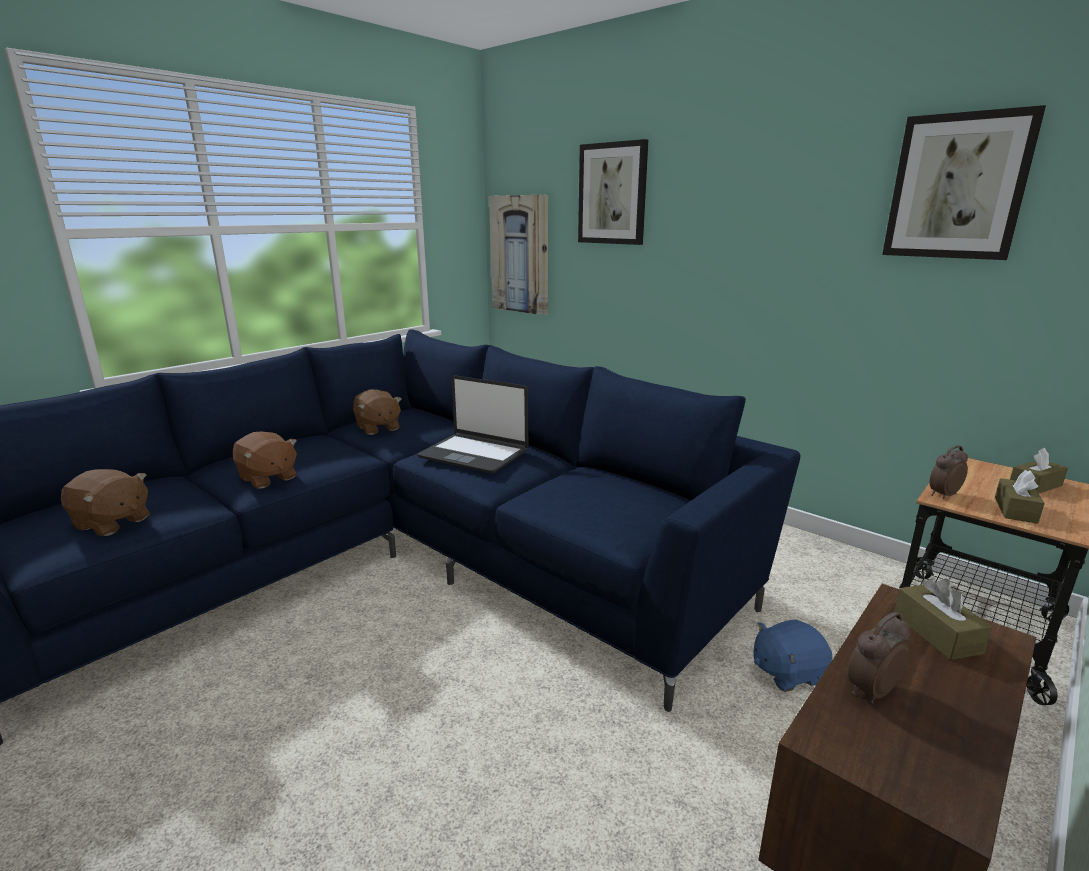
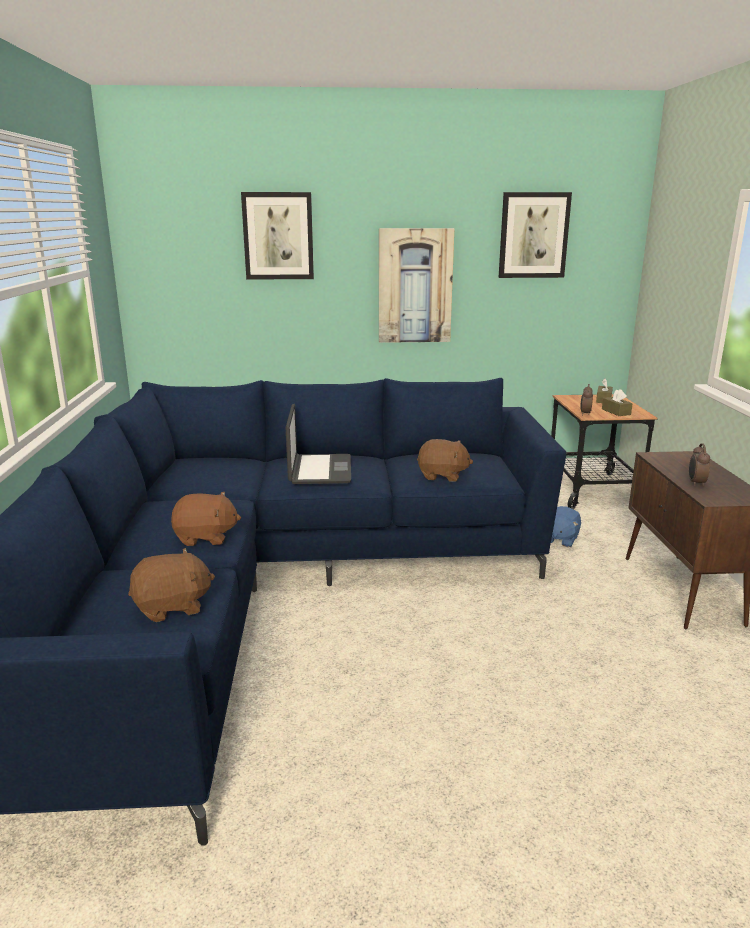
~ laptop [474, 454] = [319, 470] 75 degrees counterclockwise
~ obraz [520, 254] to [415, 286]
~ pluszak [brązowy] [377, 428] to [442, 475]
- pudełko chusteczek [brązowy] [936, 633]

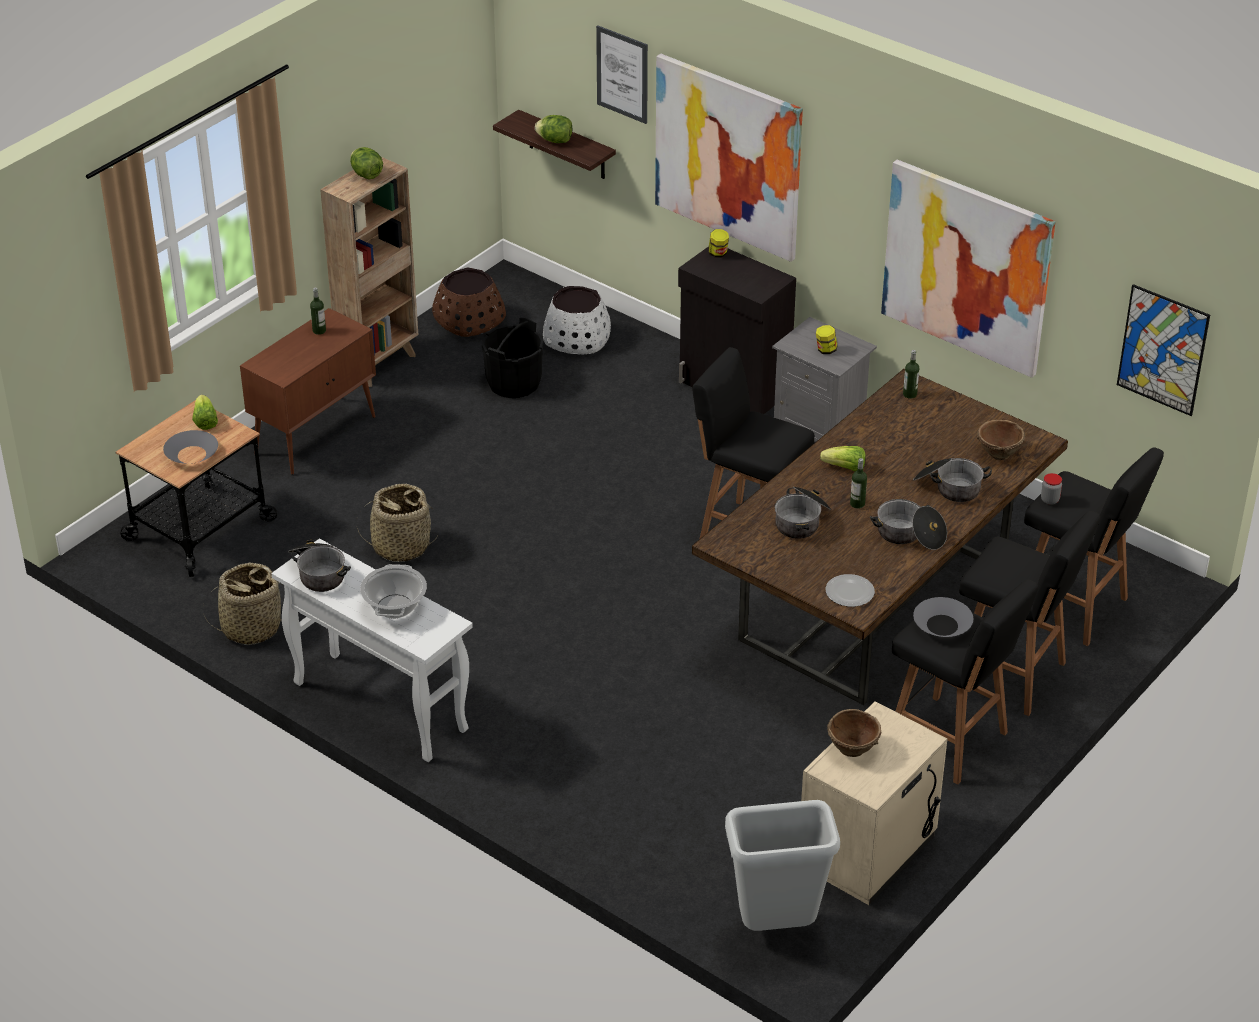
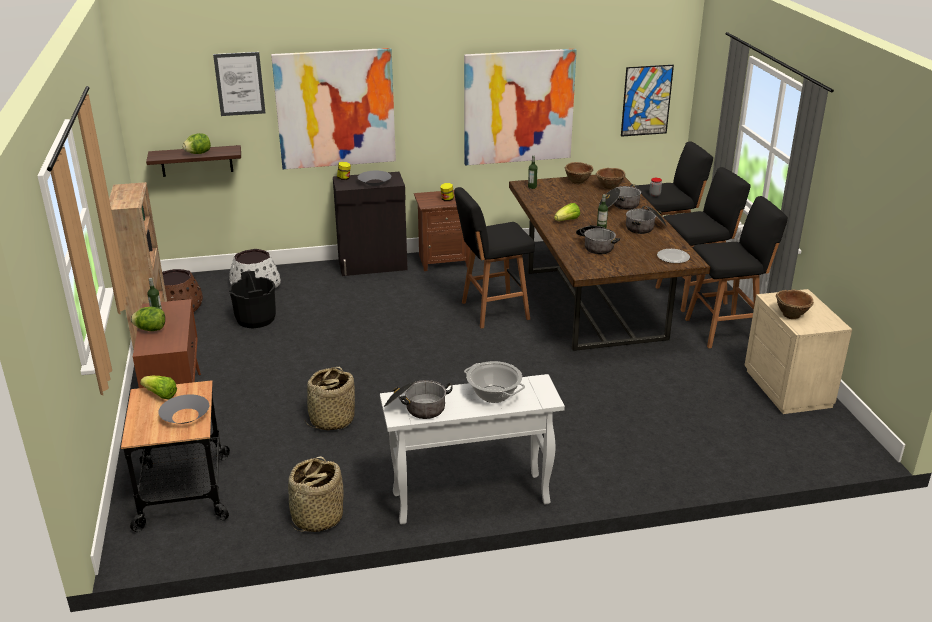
~ sałata [366, 174] to [151, 329]
~ miska [szary] [942, 625] to [374, 182]
~ szafka nocna [szary] [820, 431] to szafka nocna [brązowy] [443, 260]
+ miska [brązowy] [578, 182]
- kosz na śmieci [szary] [776, 929]

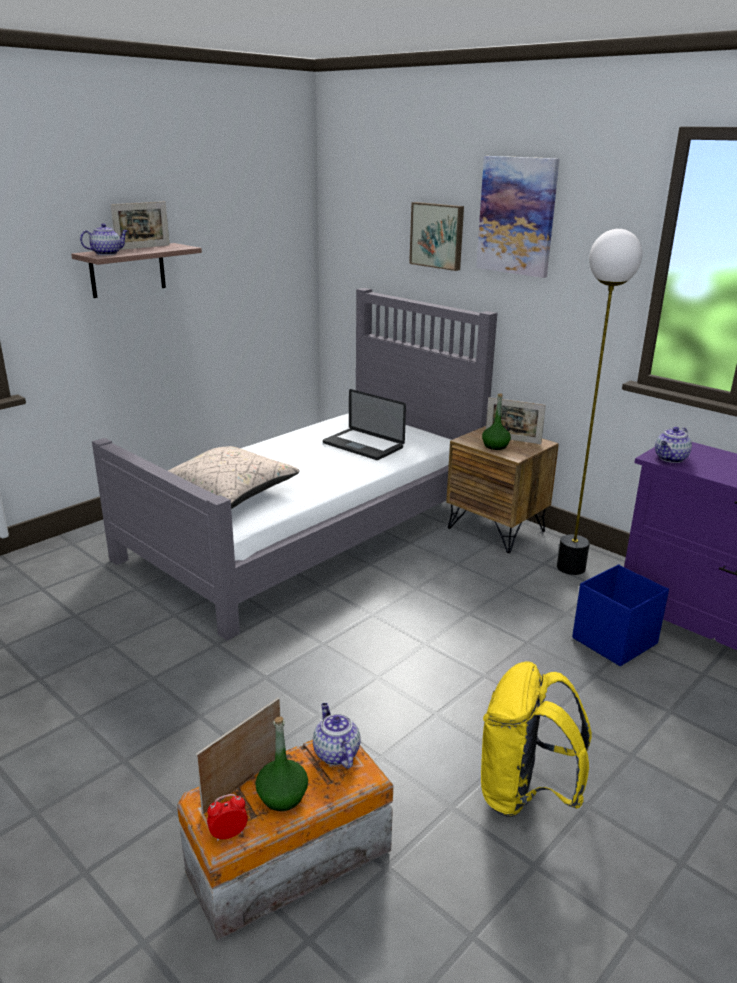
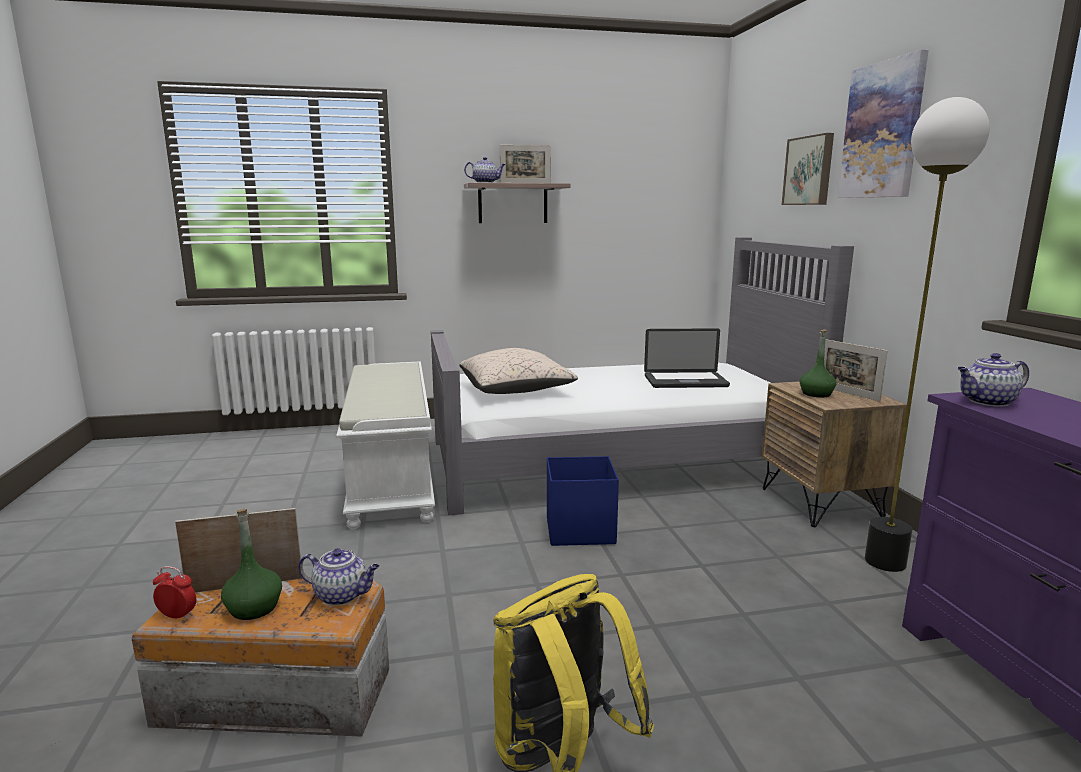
~ imbryk [335, 753] = [342, 595] 90 degrees clockwise
+ ławka [biały] [393, 477]
~ pojemnik do przechowywania [niebieski] [613, 641] to [578, 530]
~ laptop [363, 445] = [685, 382] 75 degrees counterclockwise

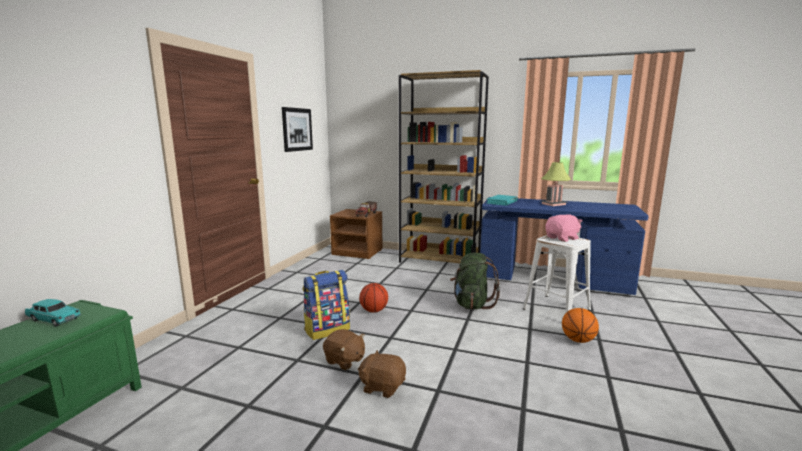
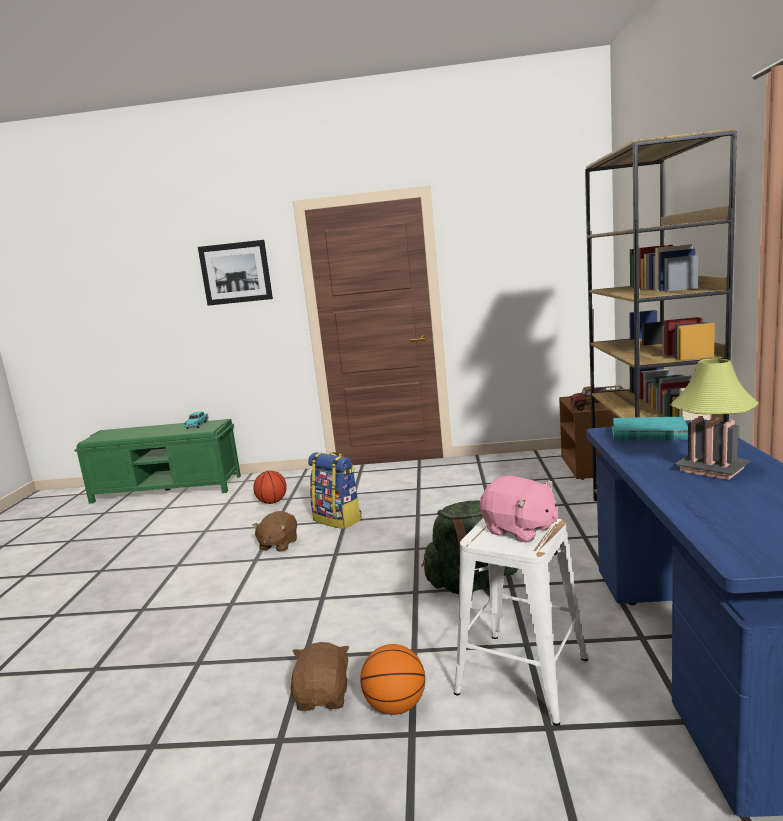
~ obraz [297, 129] to [235, 273]
~ piłka do koszykówki [374, 311] to [272, 502]
~ pluszak [brązowy] [382, 386] to [324, 697]

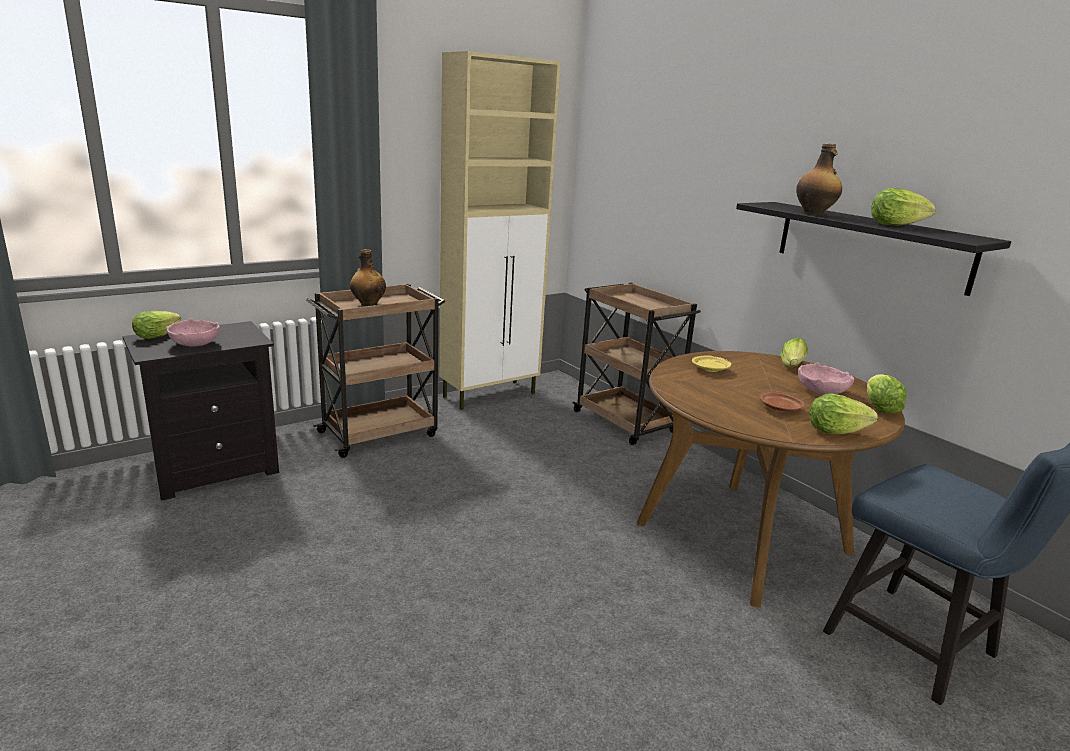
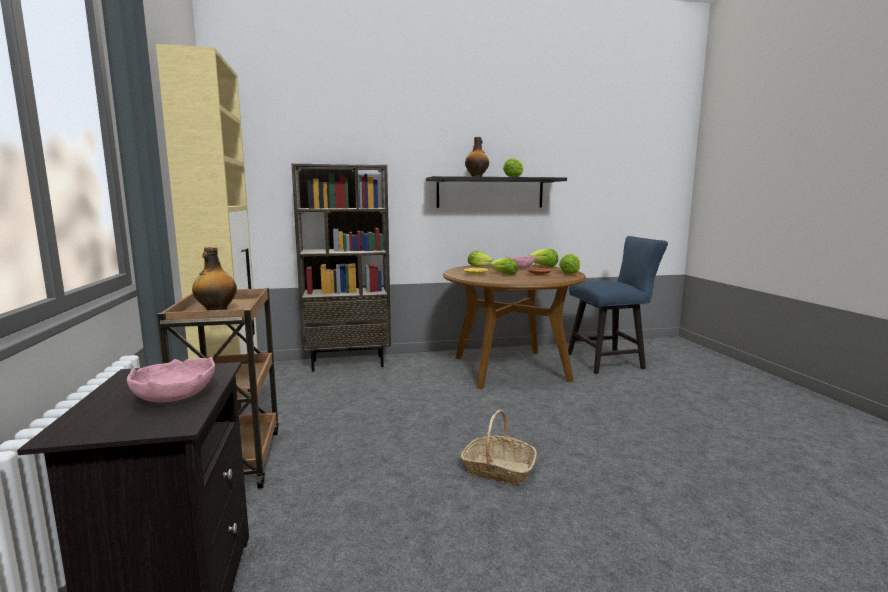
~ wózek [brązowy] [626, 423] to regał [brązowy] [348, 363]
+ koszyk [498, 470]
~ sałata [160, 334] to [502, 274]

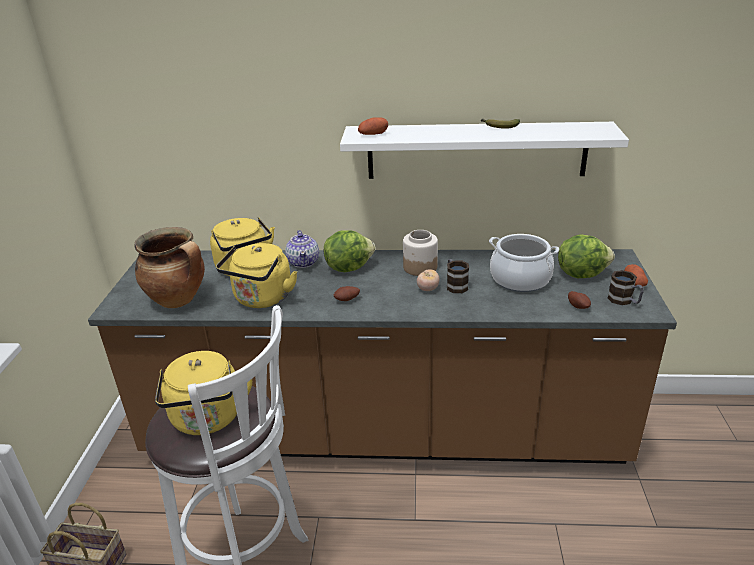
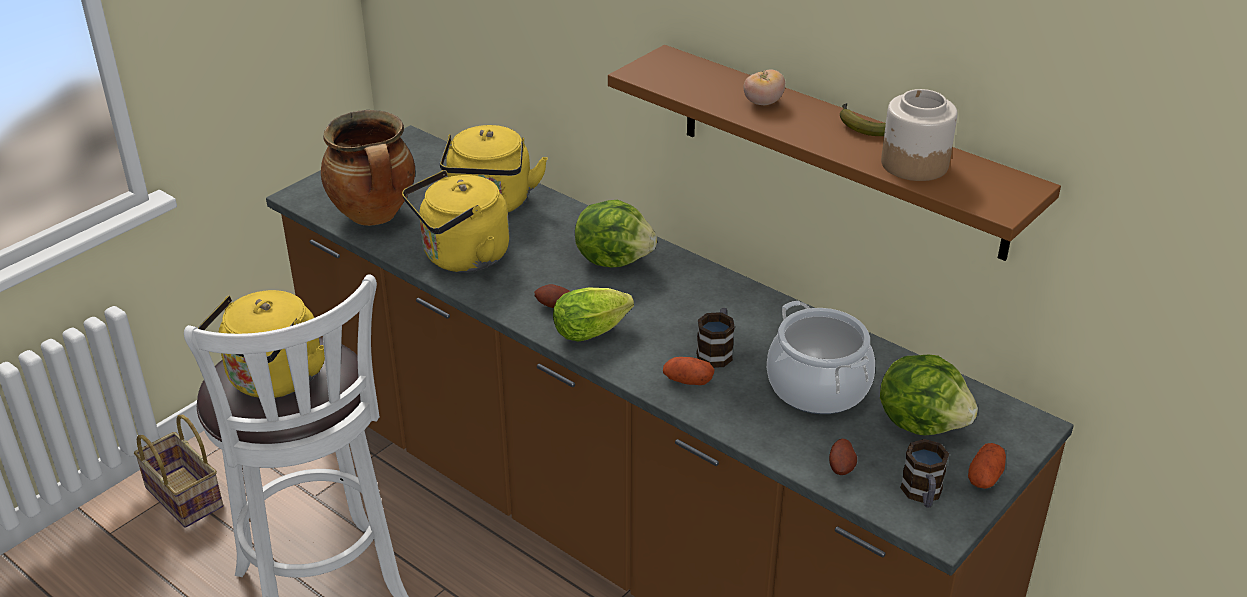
+ sałata [594, 331]
~ półka [biały] [476, 150] to półka [brązowy] [840, 151]
~ ziemniak [373, 134] to [687, 381]
~ pomidor [428, 289] to [763, 103]
~ słoik [419, 267] to [914, 164]
- imbryk [303, 262]

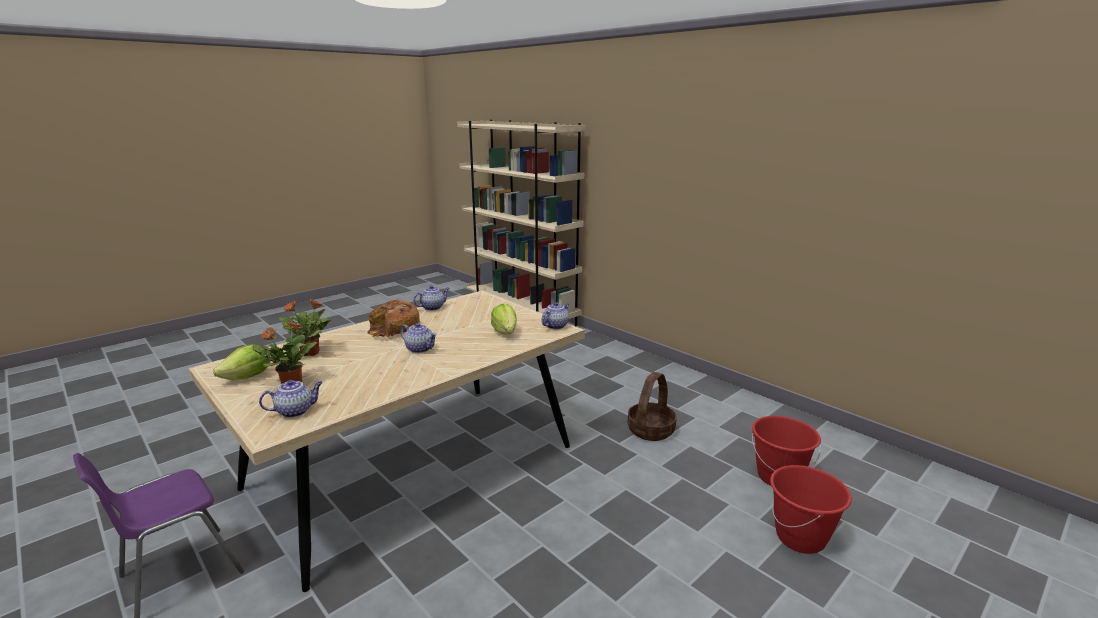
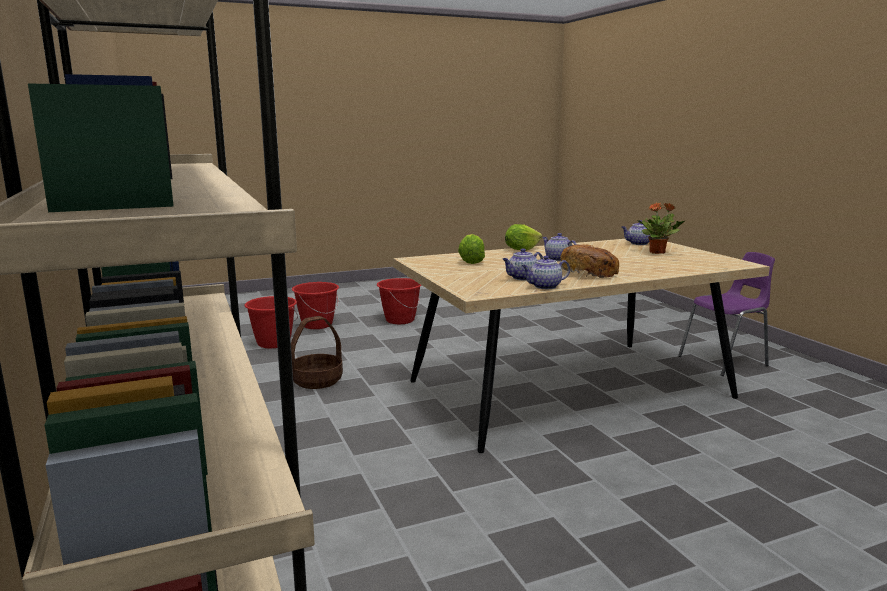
+ wiadro [czerwony] [400, 320]
~ imbryk [555, 326] to [522, 278]
~ sałata [248, 377] to [521, 249]
- roślina doniczkowa [311, 353]

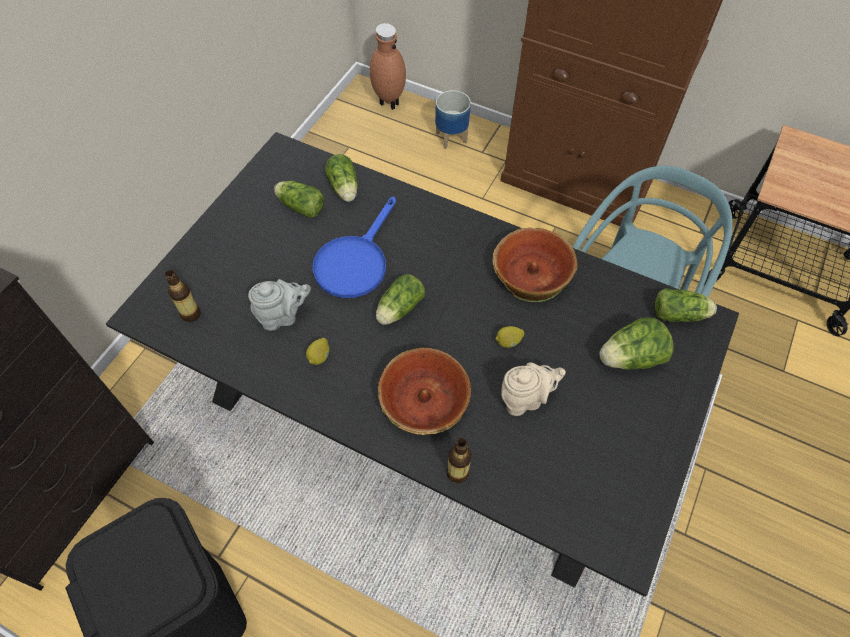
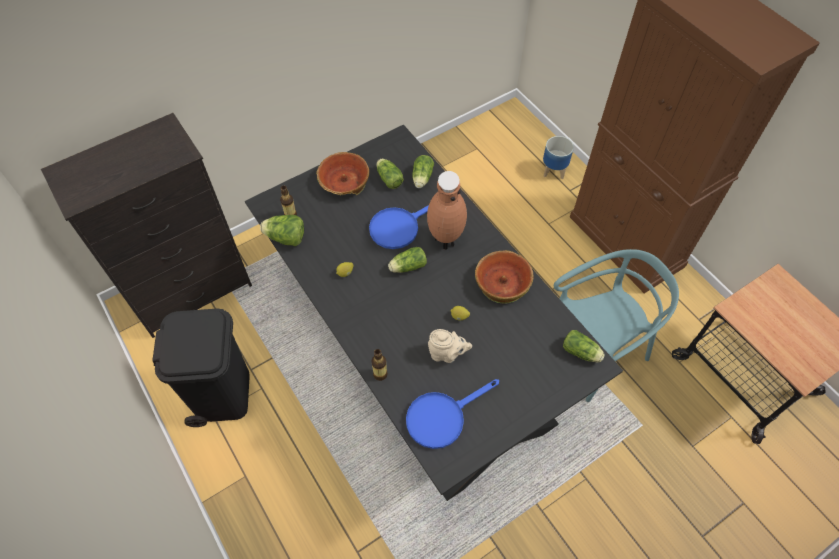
~ sałata [631, 358] to [286, 238]
~ miska [424, 401] to [344, 182]
+ patelnia [niebieski] [442, 416]
~ wazon [brązowy] [388, 103] to [444, 240]
- imbryk [szary] [282, 316]

